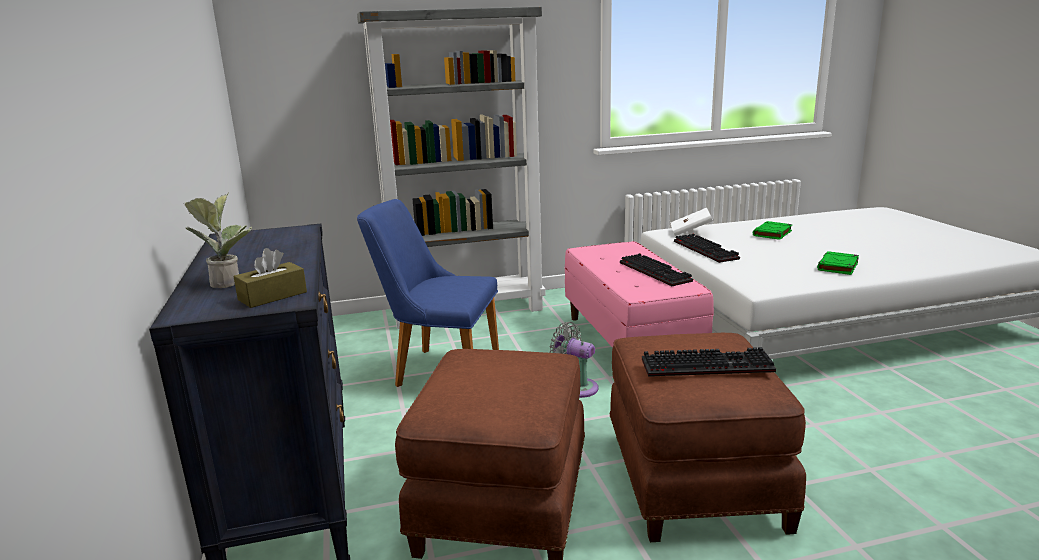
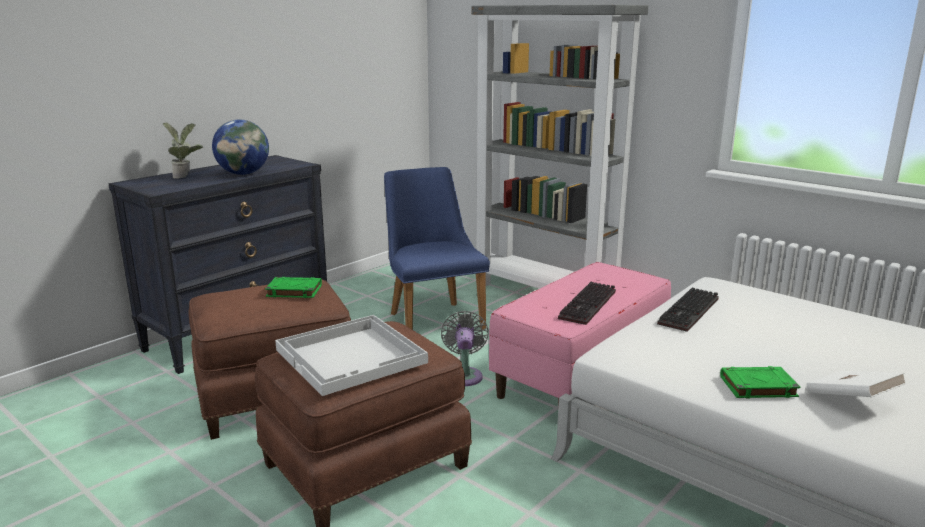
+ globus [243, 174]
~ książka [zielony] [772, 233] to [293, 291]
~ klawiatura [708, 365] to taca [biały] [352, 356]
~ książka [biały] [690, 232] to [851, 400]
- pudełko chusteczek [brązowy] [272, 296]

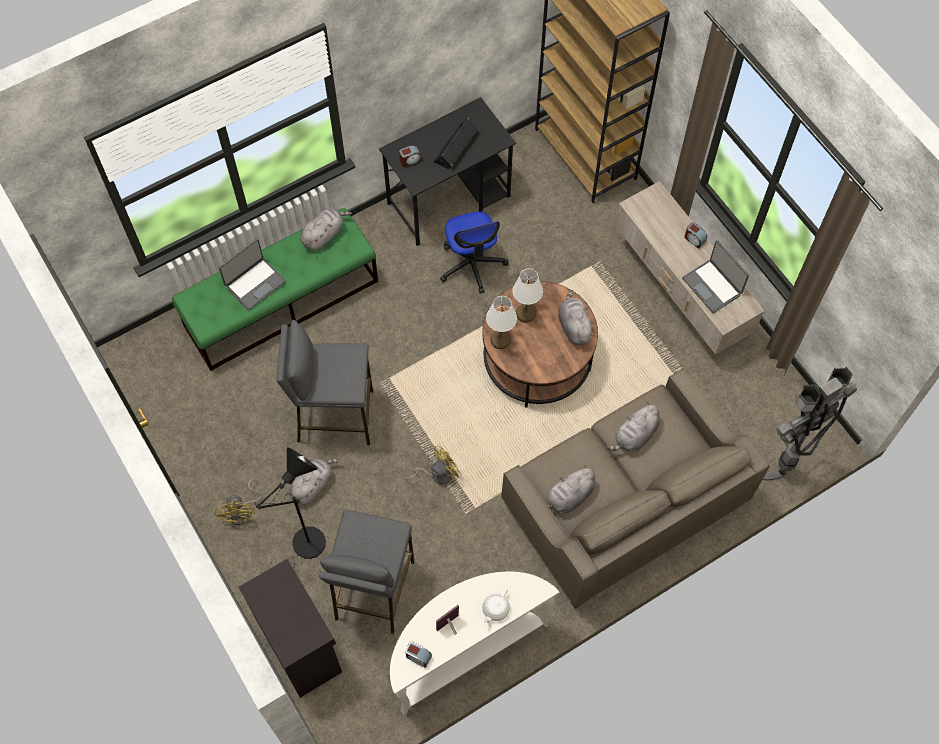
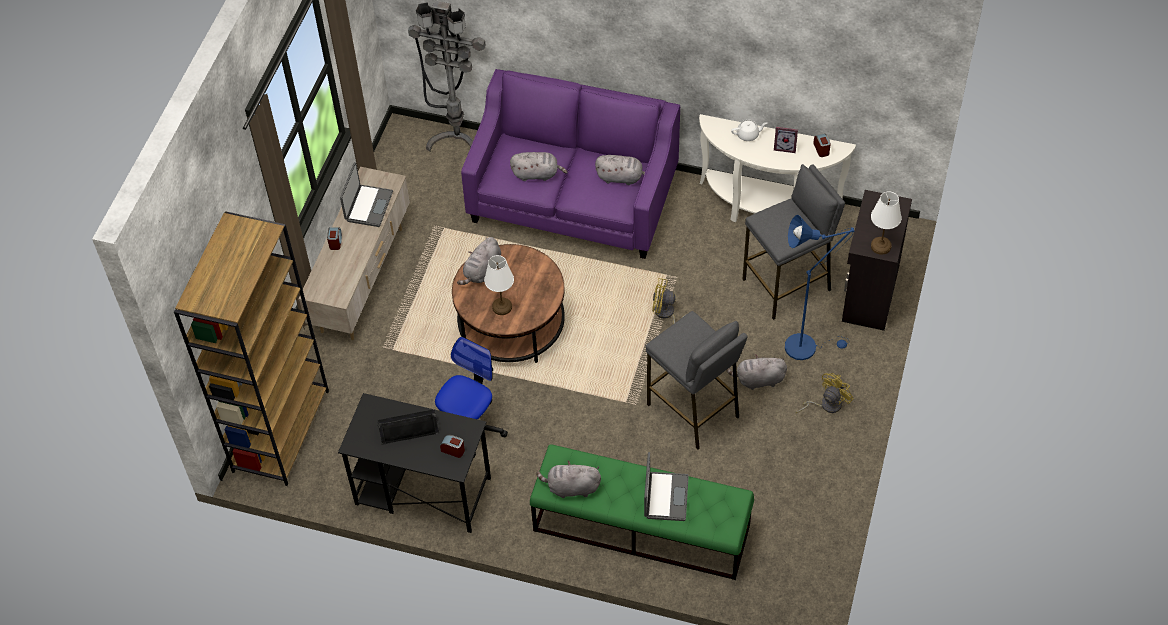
~ kanapa [beżowy] [623, 506] to kanapa [fioletowy] [574, 199]
~ laptop [255, 283] = [665, 497] 90 degrees clockwise
~ lampa stojąca [czarny] [305, 549] to lampa stojąca [niebieski] [806, 345]
~ lampa stołowa [biały] [500, 339] to [880, 246]

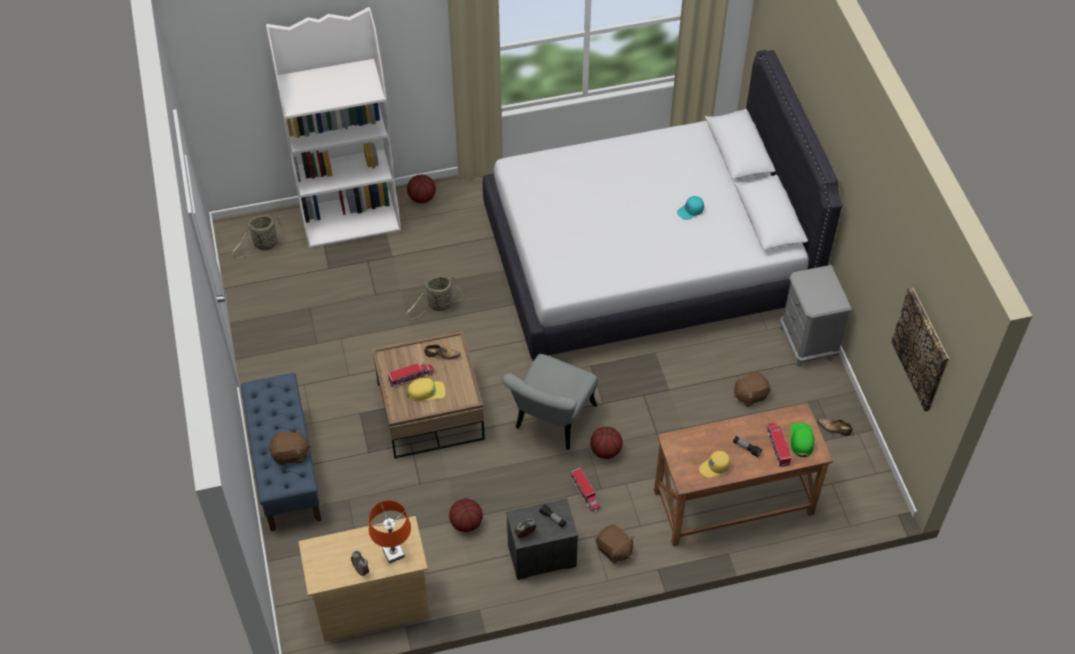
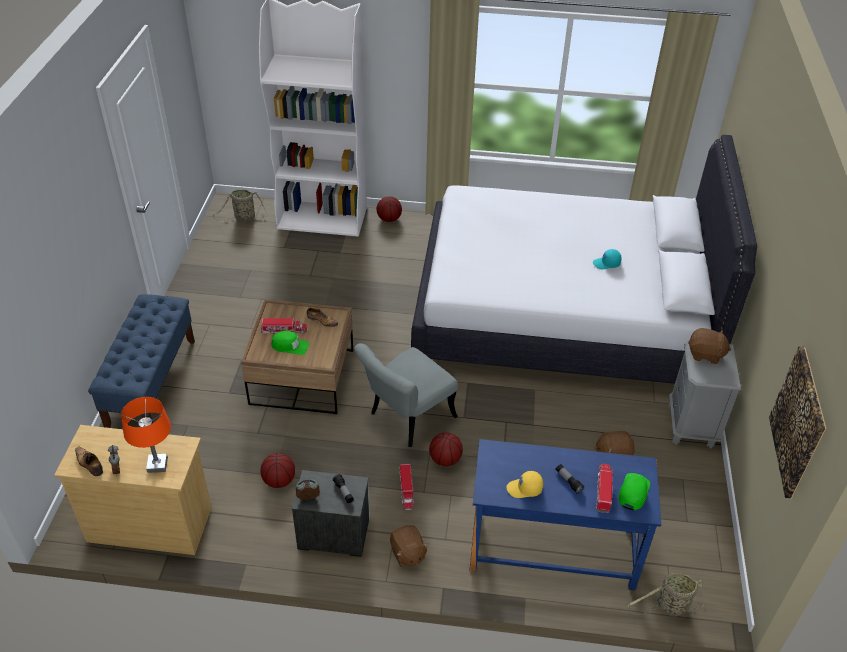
~ but [834, 428] to [89, 464]
~ czapka z daszkiem [żółty] [426, 392] to czapka z daszkiem [zielony] [290, 346]
~ biurko [brązowy] [733, 503] to biurko [niebieski] [552, 550]
~ koszyk [438, 305] to [669, 607]
~ pluszak [brązowy] [290, 454] to [705, 354]

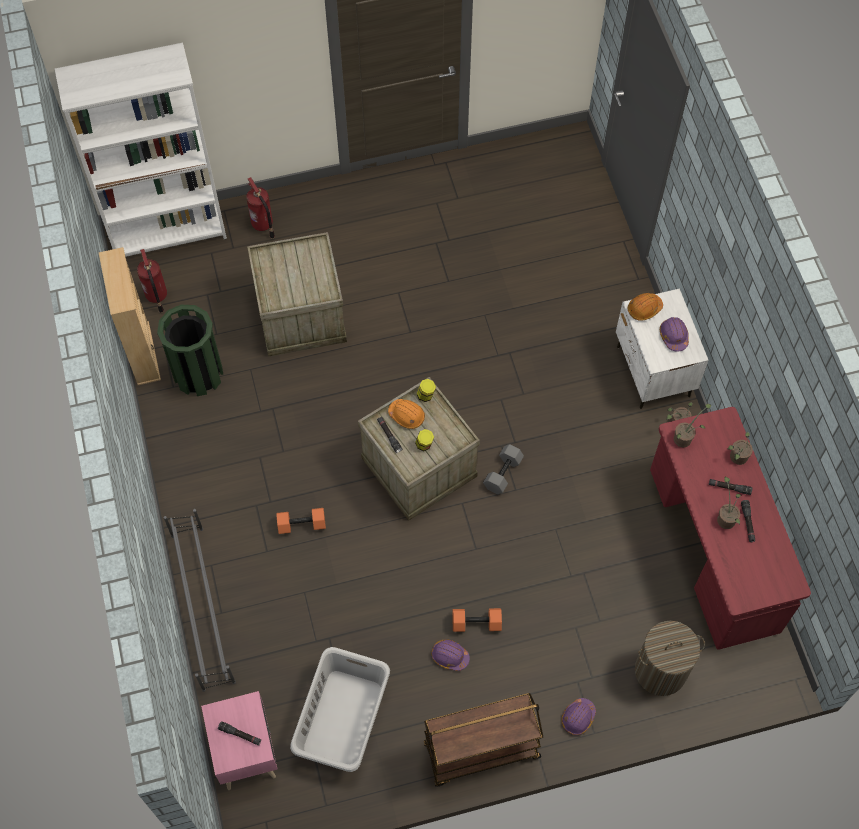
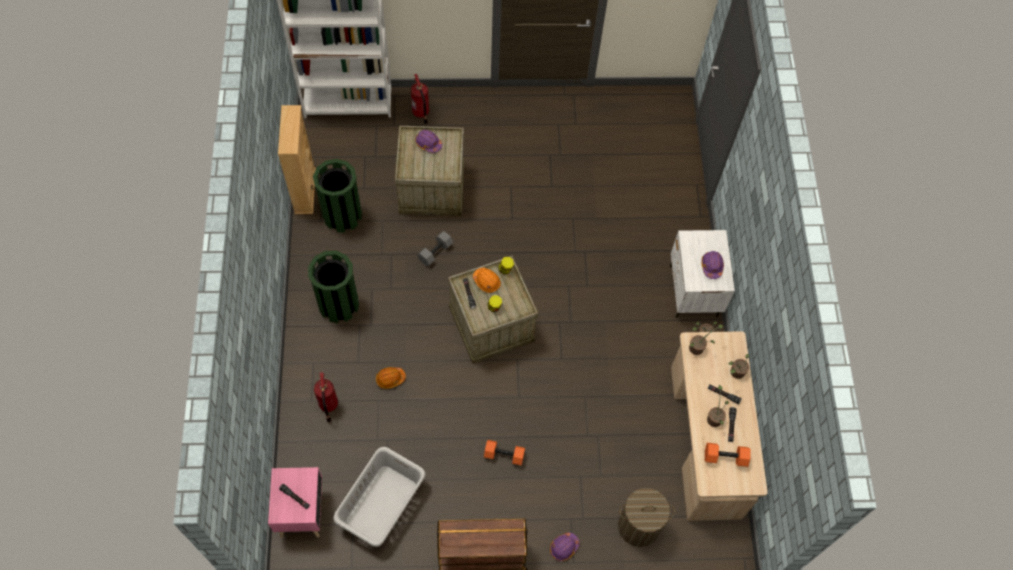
+ kosz na śmieci [zielony] [338, 304]
~ gaśnica [156, 296] to [328, 405]
~ kask [pomarańczowy] [644, 309] to [390, 379]
~ kask [fioletowy] [449, 656] to [428, 143]
~ hantel [szary] [502, 472] to [435, 251]
~ biurko [czerwony] [713, 549] to biurko [beżowy] [705, 441]
~ hantel [pomarańczowy] [301, 525] to [725, 458]
- regał na buty [szary] [203, 606]

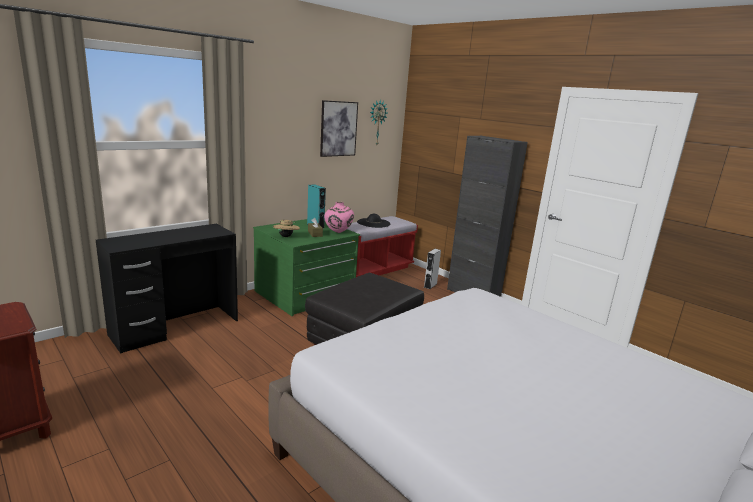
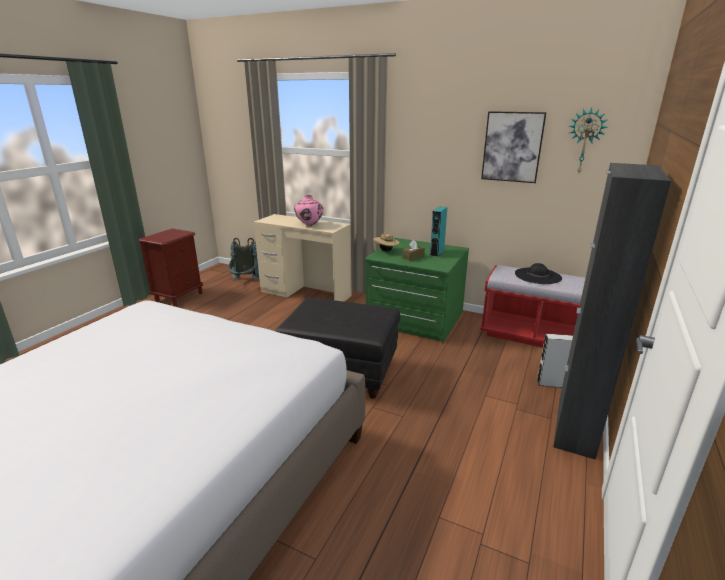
+ plecak [szary] [245, 282]
~ biurko [czarny] [175, 327] to biurko [beżowy] [306, 294]
~ wazon [różowy] [338, 232] to [309, 225]

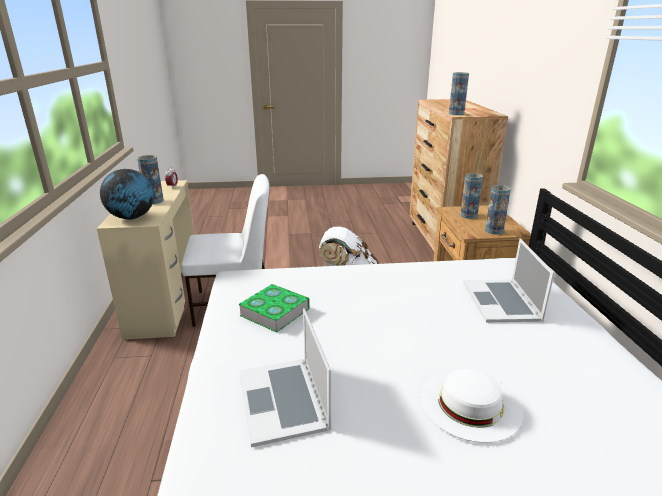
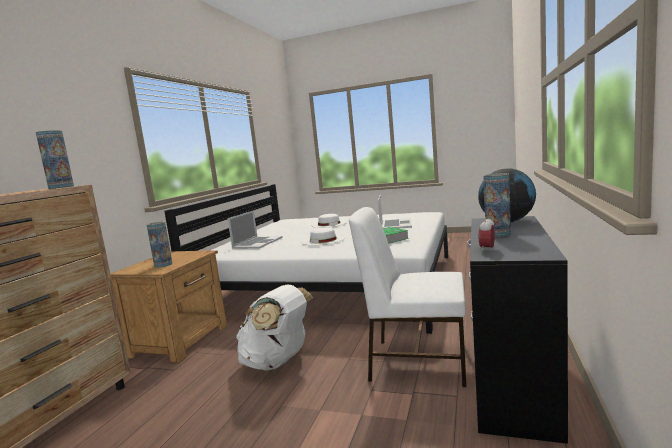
+ kapelusz [biały] [323, 240]
~ biurko [beżowy] [164, 301] to biurko [czarny] [513, 379]
- wazon [494, 231]

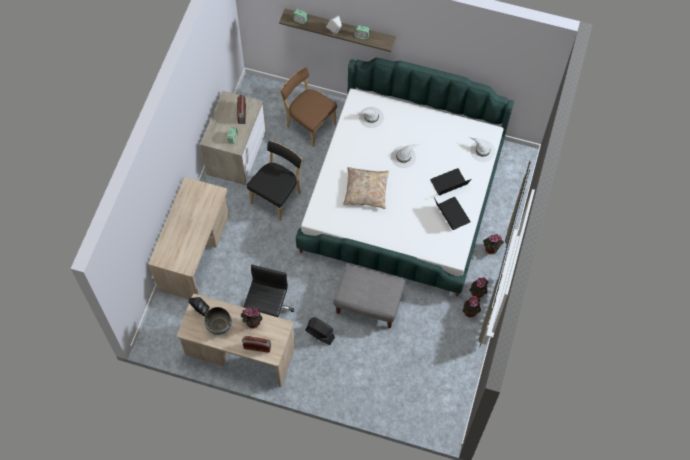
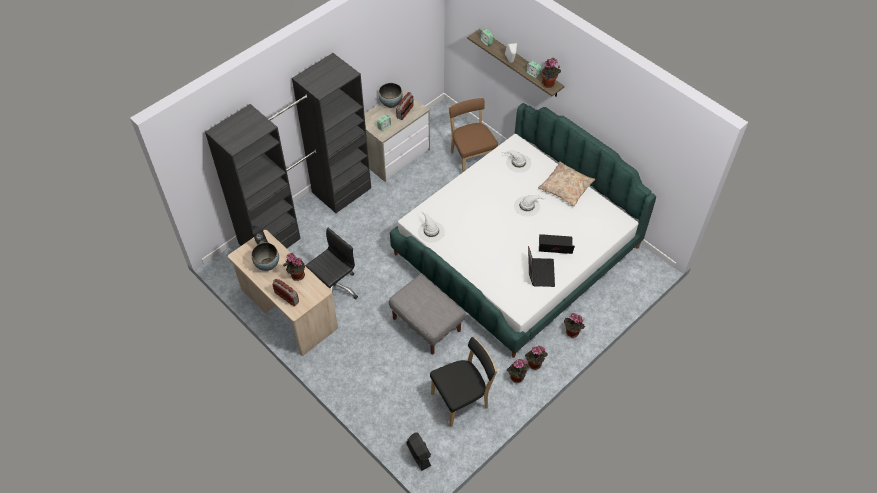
~ biurko [beżowy] [195, 252] to szafa [czarny] [306, 214]
+ miska [391, 103]
~ wentylator [czarny] [320, 334] to [418, 454]
~ kapelusz [biały] [482, 150] to [431, 231]
~ krzesło [czarny] [277, 196] to [462, 400]
~ poduszka [beżowy] [366, 190] to [565, 188]
+ roślina doniczkowa [549, 84]

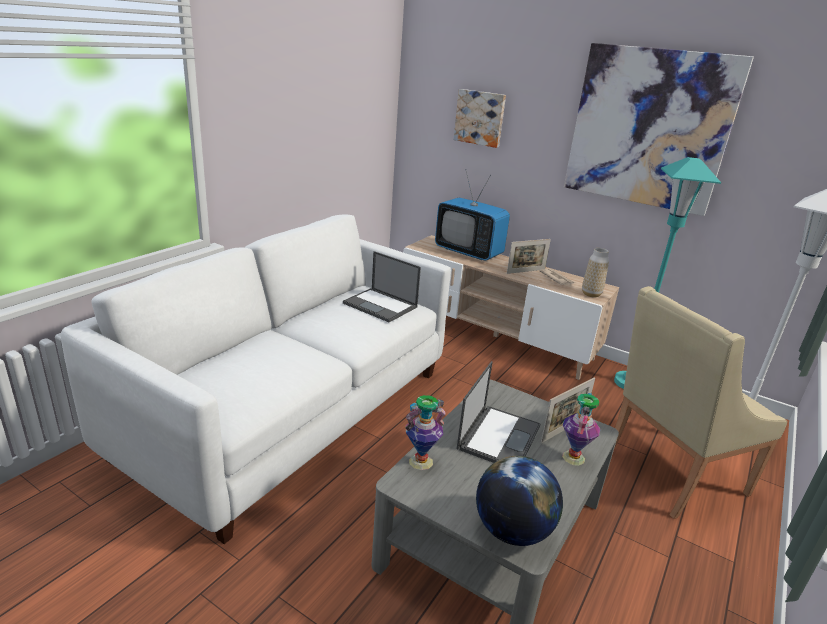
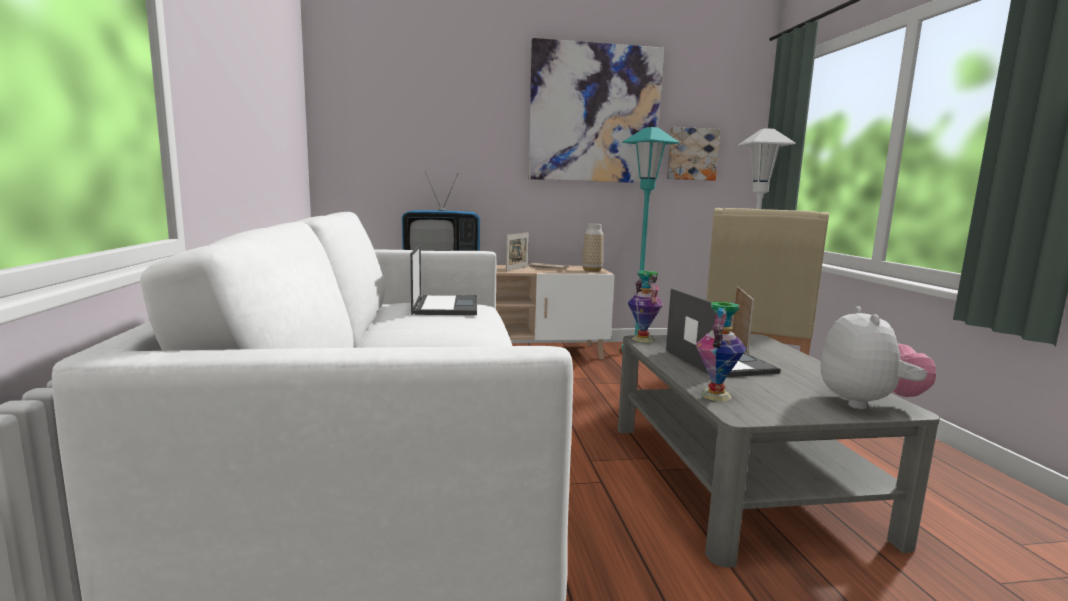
~ laptop [381, 305] = [445, 306] 90 degrees counterclockwise
~ wazon [573, 457] to [642, 339]
~ obraz [480, 118] to [692, 154]
~ globus [512, 530] to pluszak [867, 403]

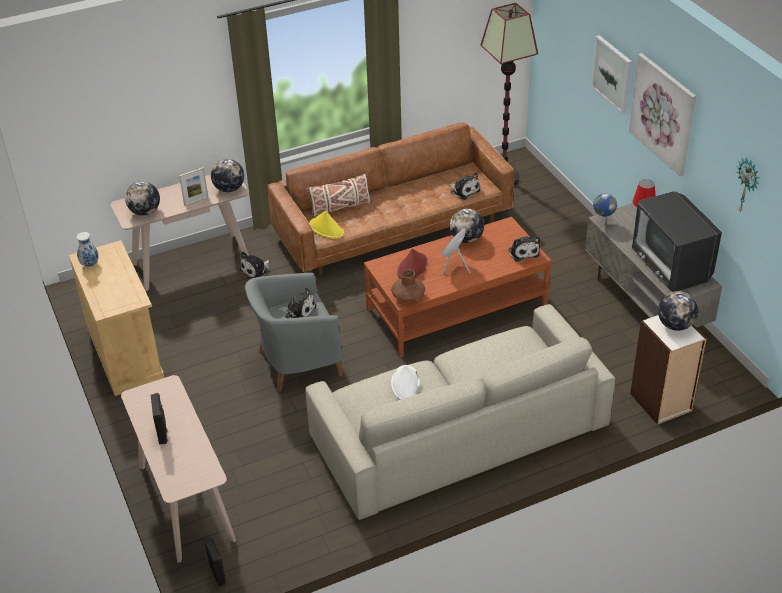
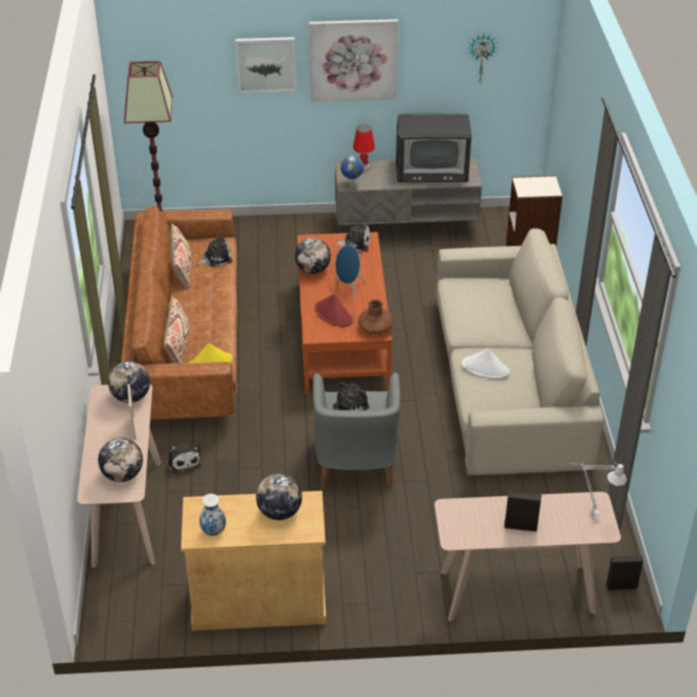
+ poduszka [beżowy] [181, 269]
~ globus [675, 325] to [279, 512]
+ lampa stołowa [szary] [589, 511]

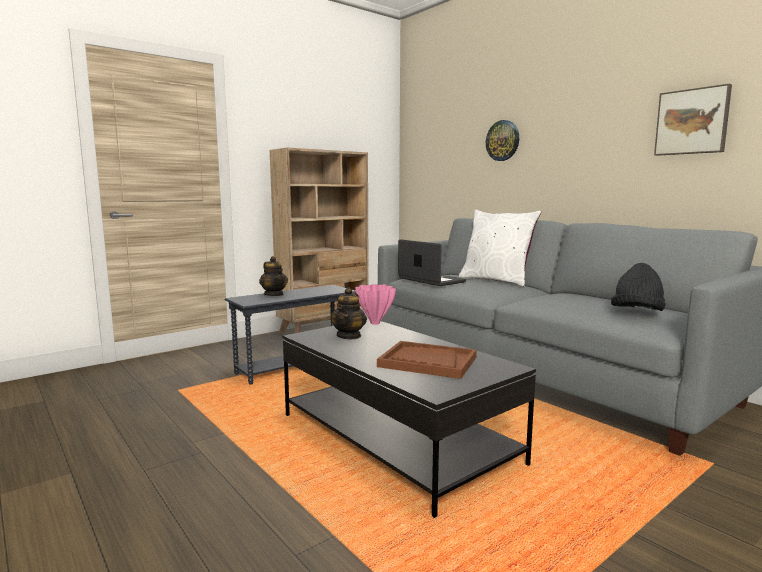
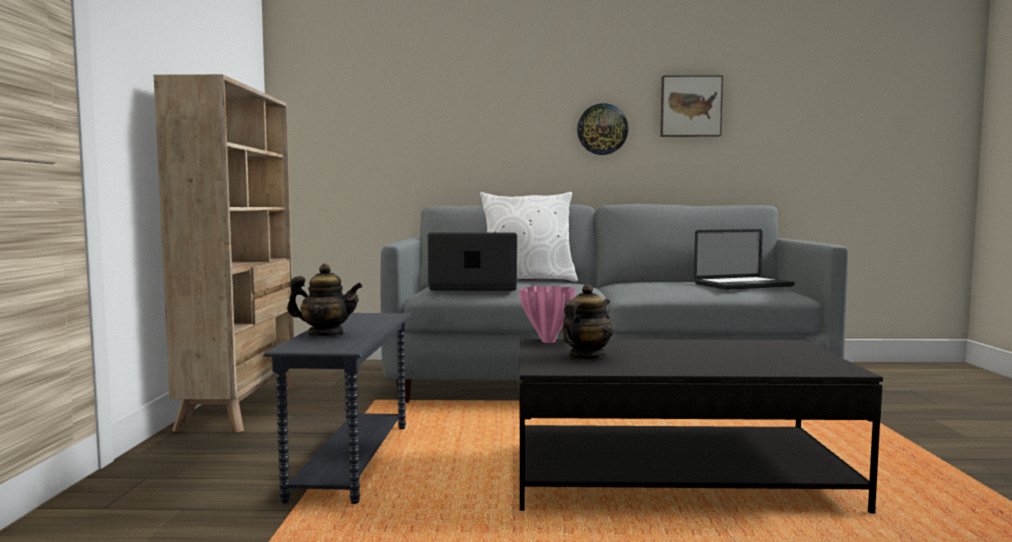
~ imbryk [349, 336] = [586, 356] 105 degrees counterclockwise
~ zegar ścienny [502, 140] to [602, 129]
~ kapelusz [czarny] [637, 313] to laptop [743, 285]
- taca [brązowy] [427, 362]

